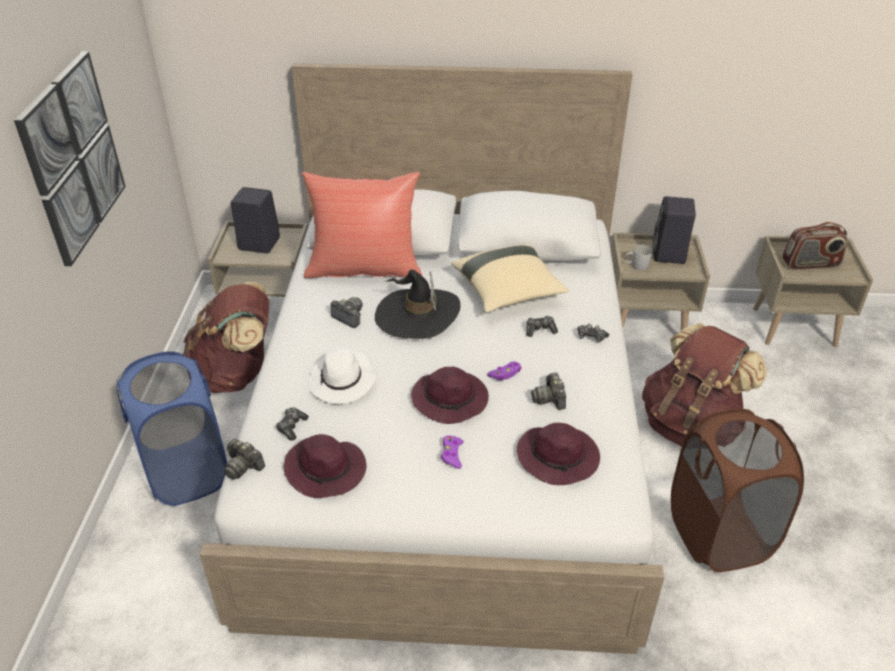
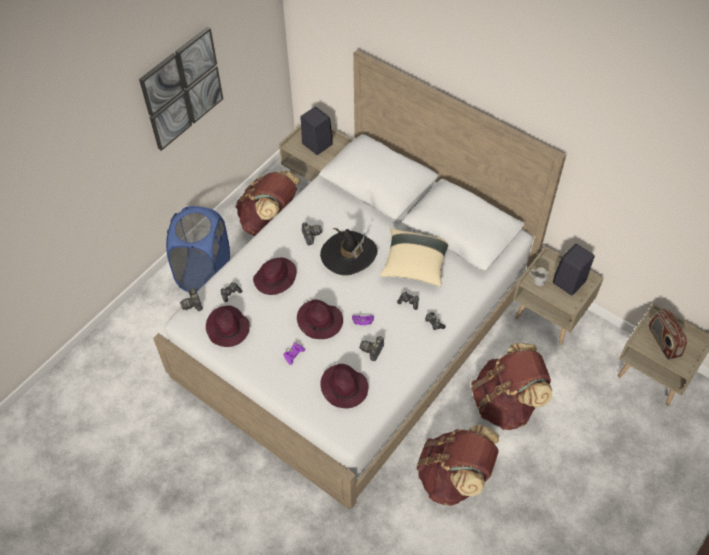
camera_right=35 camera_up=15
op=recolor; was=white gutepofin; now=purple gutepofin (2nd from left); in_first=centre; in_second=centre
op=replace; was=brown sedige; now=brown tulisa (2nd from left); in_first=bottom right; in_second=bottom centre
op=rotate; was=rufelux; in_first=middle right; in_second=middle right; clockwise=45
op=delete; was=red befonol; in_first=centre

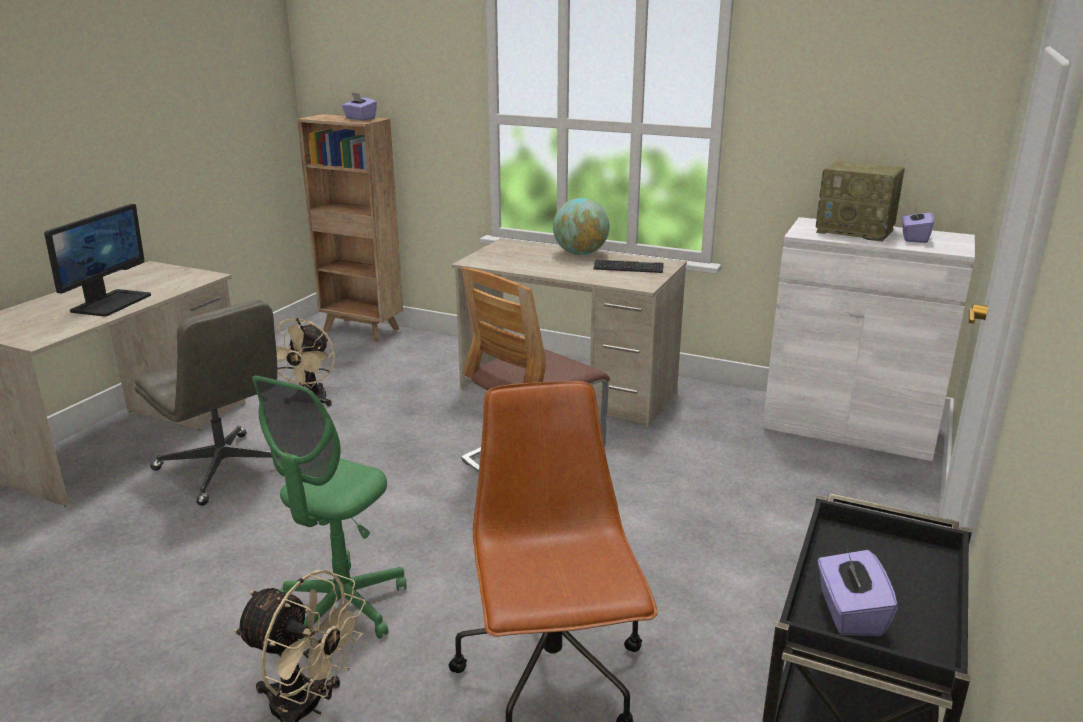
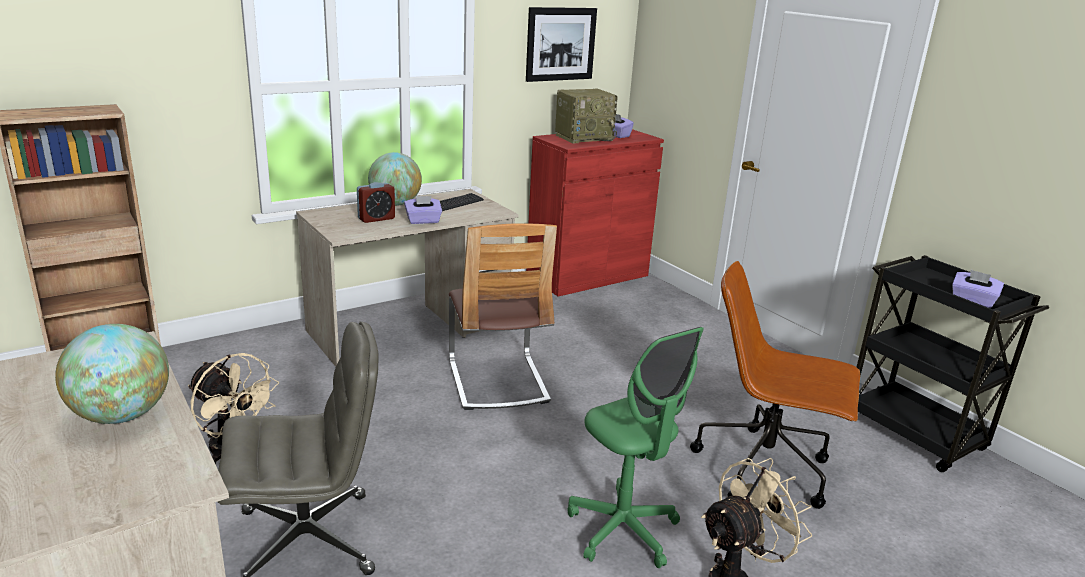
camera_right=-60 camera_up=0
op=replace; was=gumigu; now=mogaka (1st from left); in_first=middle left; in_second=middle left
op=insert; now=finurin; in_second=centre
op=move; was=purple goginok (1st from left); in_first=top left; in_second=centre
op=insert; now=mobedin; in_second=top centre
op=recolor; was=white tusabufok; now=red tusabufok; in_first=middle right; in_second=centre

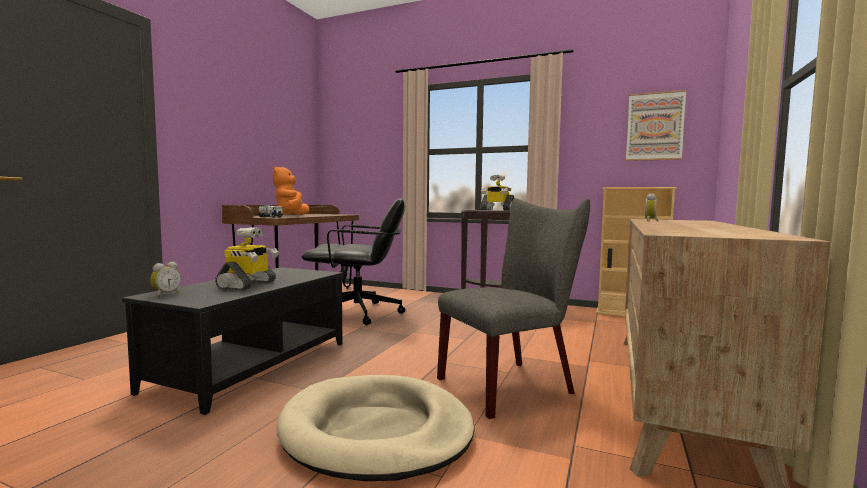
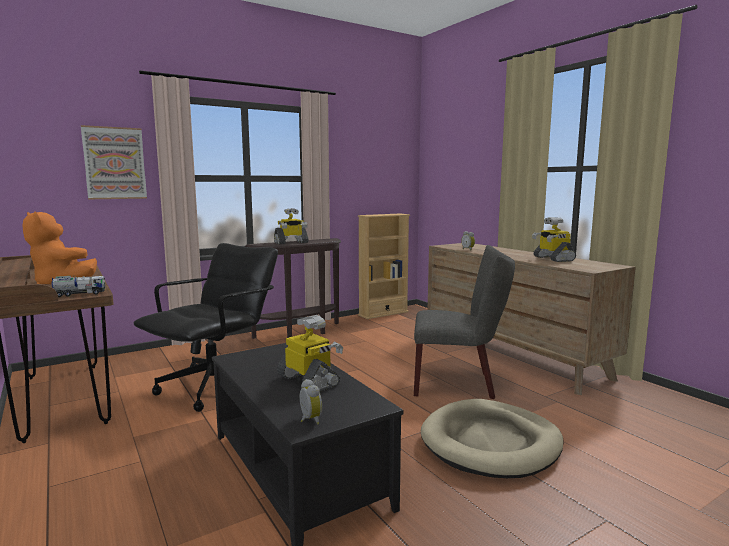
camera_right=-55 camera_up=5
op=move; was=mobedin; in_first=top right; in_second=top left
op=rotate; was=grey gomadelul; in_first=centre; in_second=centre; clockwise=90
op=insert; now=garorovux (3rd from left); in_second=middle right

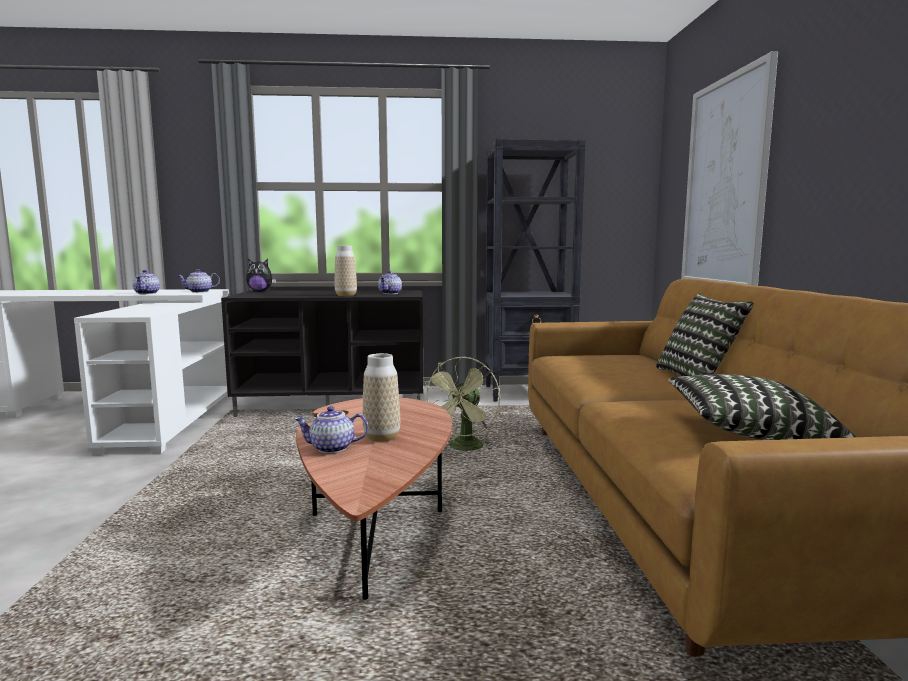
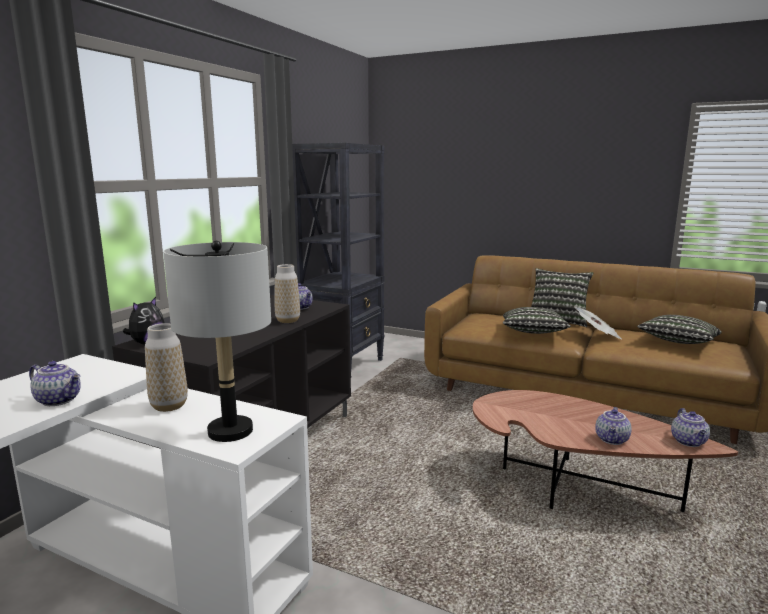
camera_right=-60 camera_up=5
op=move; was=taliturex (2nd from left in the first image); now=taliturex (1st from left); in_first=centre; in_second=middle left
op=insert; now=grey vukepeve; in_second=middle left
op=insert; now=befonol (1st from left); in_second=middle right
op=insert; now=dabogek; in_second=middle right
op=move; was=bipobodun (2nd from left in the first image); now=bipobodun (4th from left); in_first=middle left; in_second=bottom right
op=delete; was=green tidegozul; in_first=centre
op=delete; was=mobedin; in_first=top right

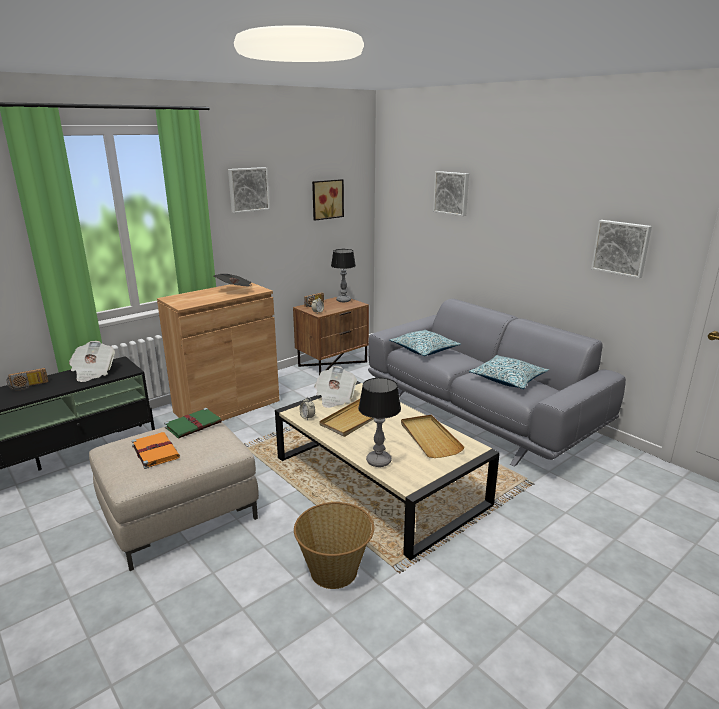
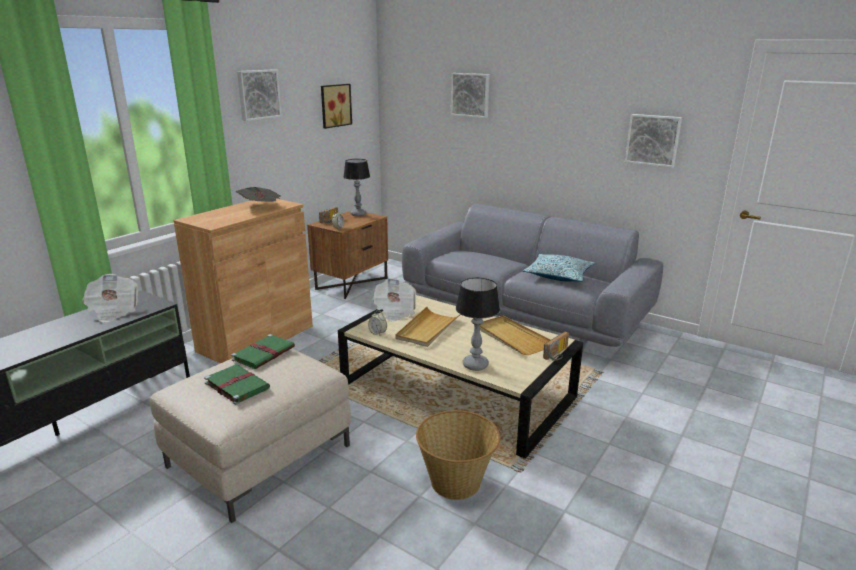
camera_right=-15 camera_up=0
op=recolor; was=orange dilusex; now=green dilusex (1st from left); in_first=middle left; in_second=bottom left
op=move; was=rufelux (1st from left in the first image); now=rufelux (2nd from left); in_first=middle left; in_second=centre
op=delete; was=befonol (1st from left); in_first=centre

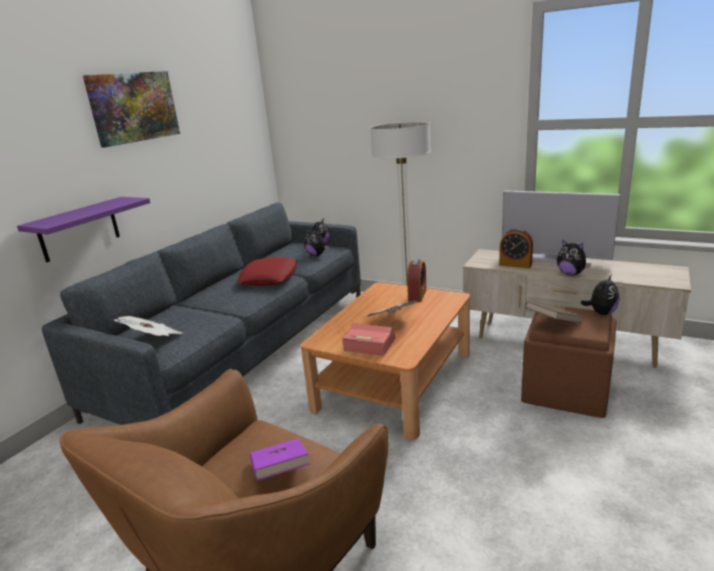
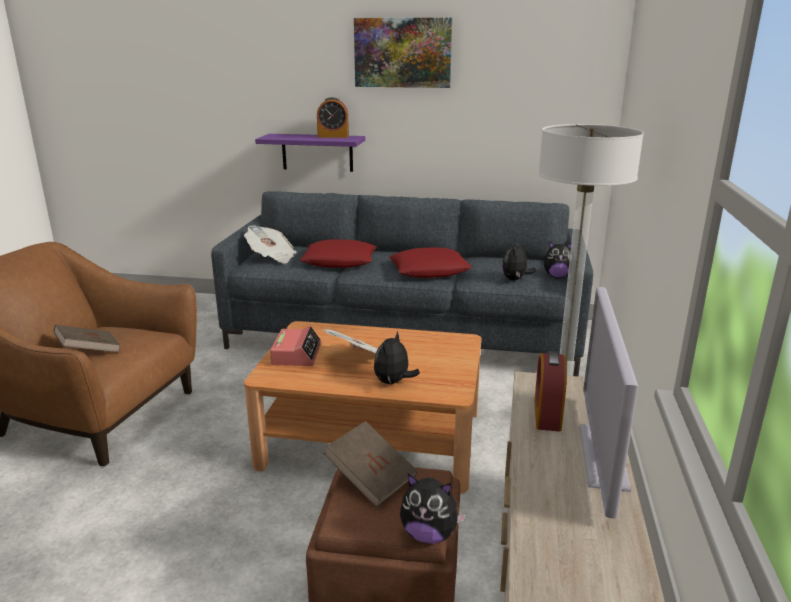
camera_right=70 camera_up=0
op=recolor; was=purple dilusex; now=brown dilusex (1st from left); in_first=bottom centre; in_second=middle left
op=insert; now=red befonol (1st from left); in_second=centre
op=move; was=finurin (2nd from left); in_first=centre; in_second=top centre
op=move; was=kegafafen (3rd from left in the first image); now=kegafafen (1st from left); in_first=middle right; in_second=centre

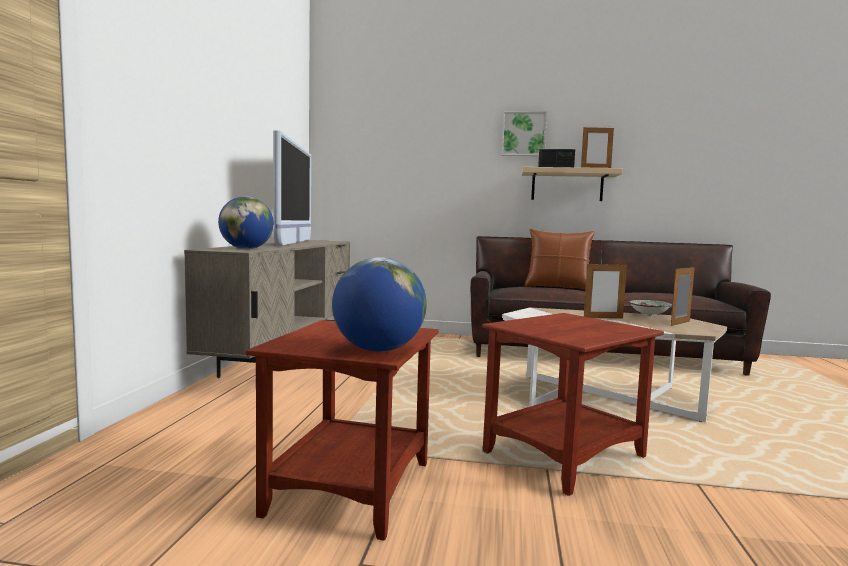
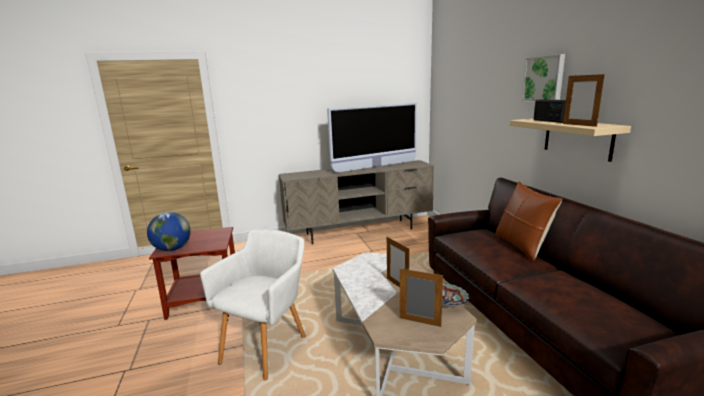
camera_right=65 camera_up=10
op=replace; was=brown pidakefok (2nd from left); now=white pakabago; in_first=bottom right; in_second=bottom centre
op=delete; was=mogaka (1st from left); in_first=middle left

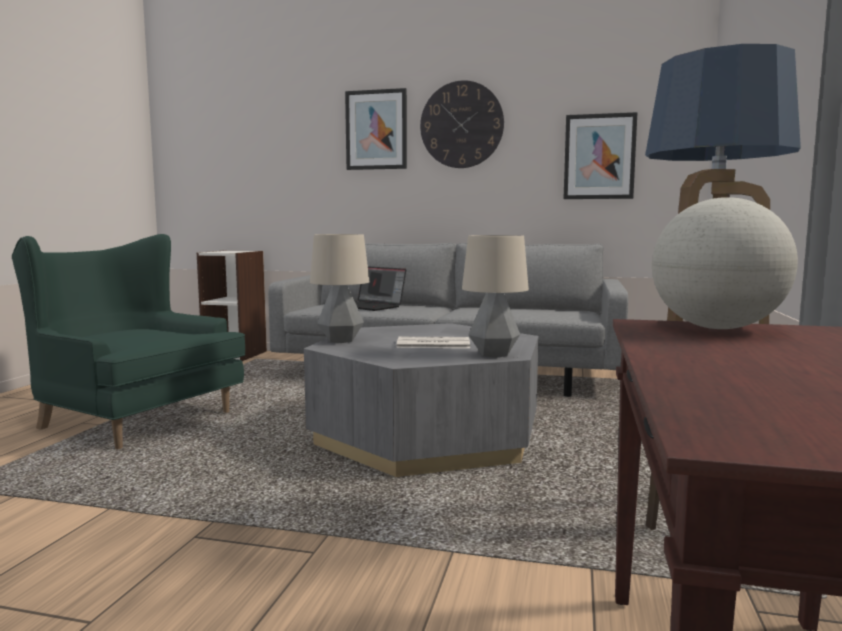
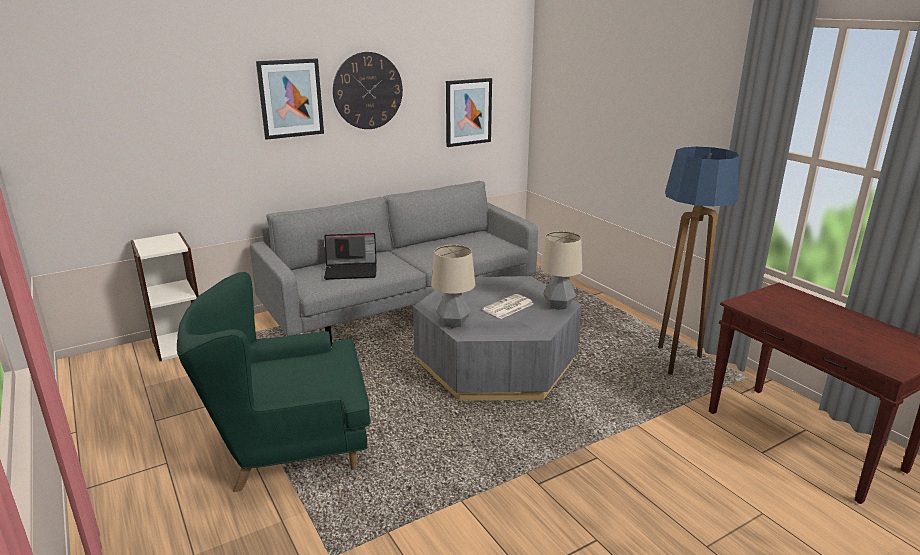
camera_right=-45 camera_up=15
op=delete; was=mogaka; in_first=middle right

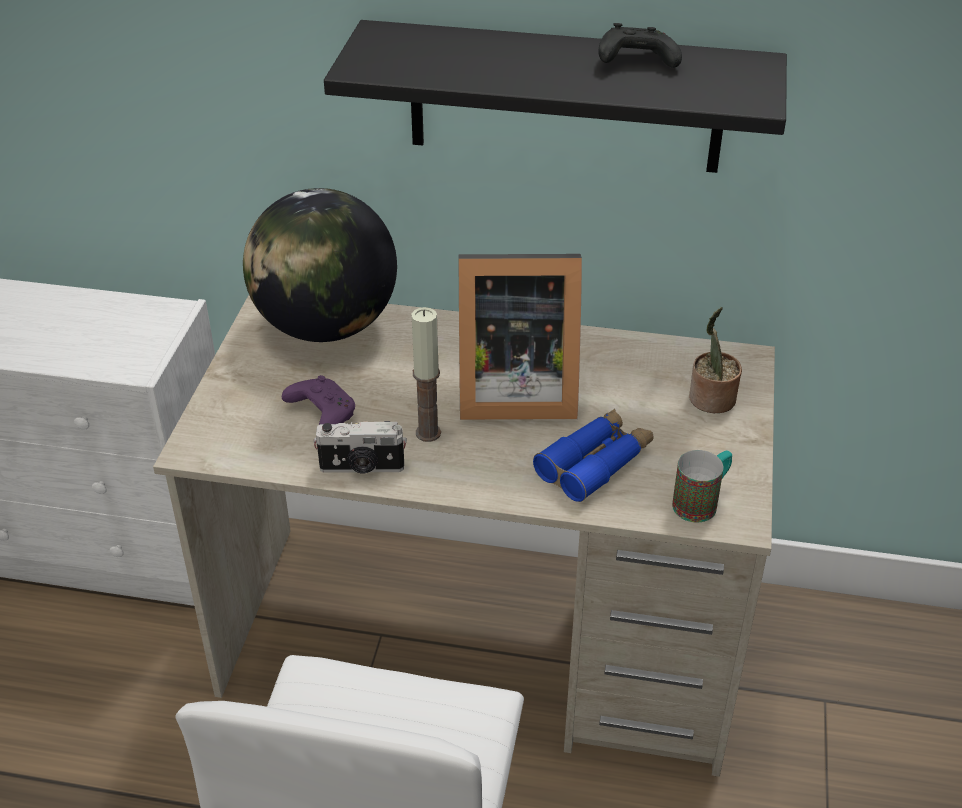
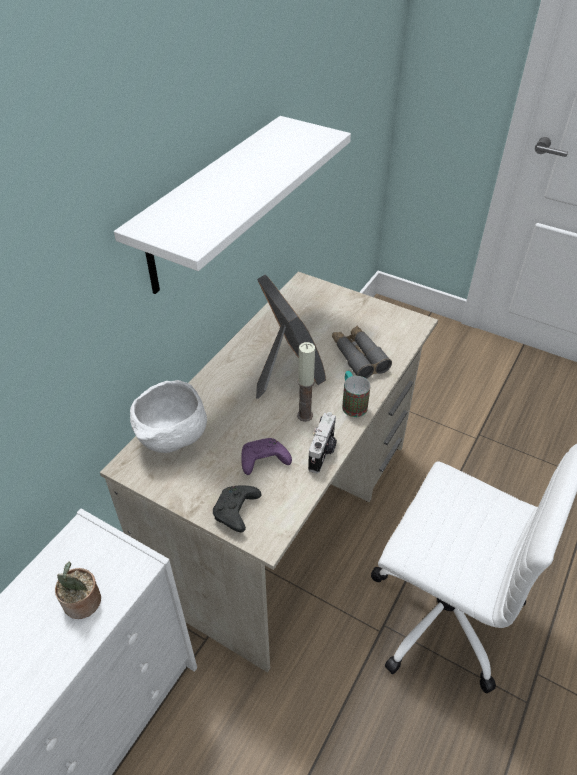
camera_right=-70 camera_up=5
op=move; was=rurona; in_first=middle right; in_second=bottom left
op=recolor; was=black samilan; now=white samilan; in_first=top centre; in_second=top centre
op=replace; was=mogaka; now=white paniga; in_first=top left; in_second=middle left
op=move; was=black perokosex; in_first=top centre; in_second=centre
op=rotate; was=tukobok; in_first=centre; in_second=centre; clockwise=-45
op=recolor; was=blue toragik; now=grey toragik; in_first=centre; in_second=centre
op=move; was=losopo; in_first=middle right; in_second=centre

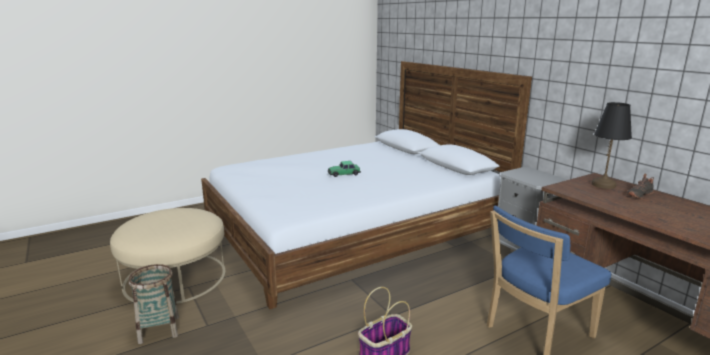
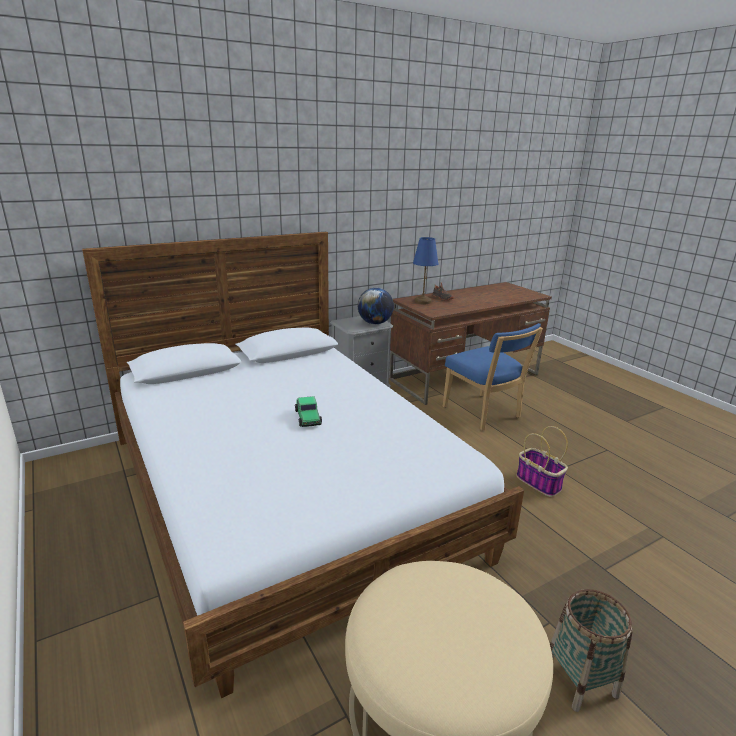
camera_right=-90 camera_up=5
op=insert; now=mogaka; in_second=centre
op=recolor; was=black vukepeve; now=blue vukepeve; in_first=middle right; in_second=centre

